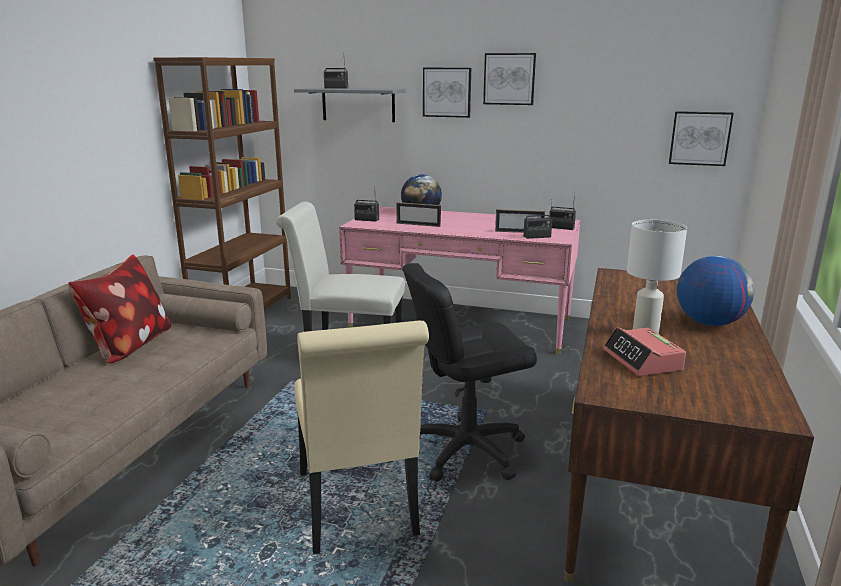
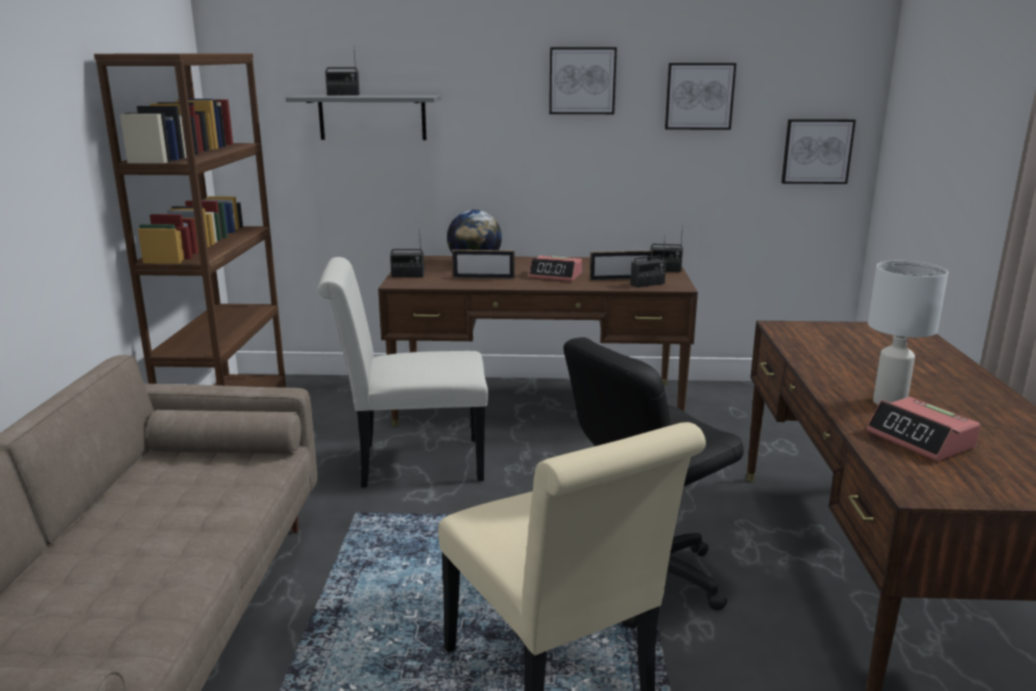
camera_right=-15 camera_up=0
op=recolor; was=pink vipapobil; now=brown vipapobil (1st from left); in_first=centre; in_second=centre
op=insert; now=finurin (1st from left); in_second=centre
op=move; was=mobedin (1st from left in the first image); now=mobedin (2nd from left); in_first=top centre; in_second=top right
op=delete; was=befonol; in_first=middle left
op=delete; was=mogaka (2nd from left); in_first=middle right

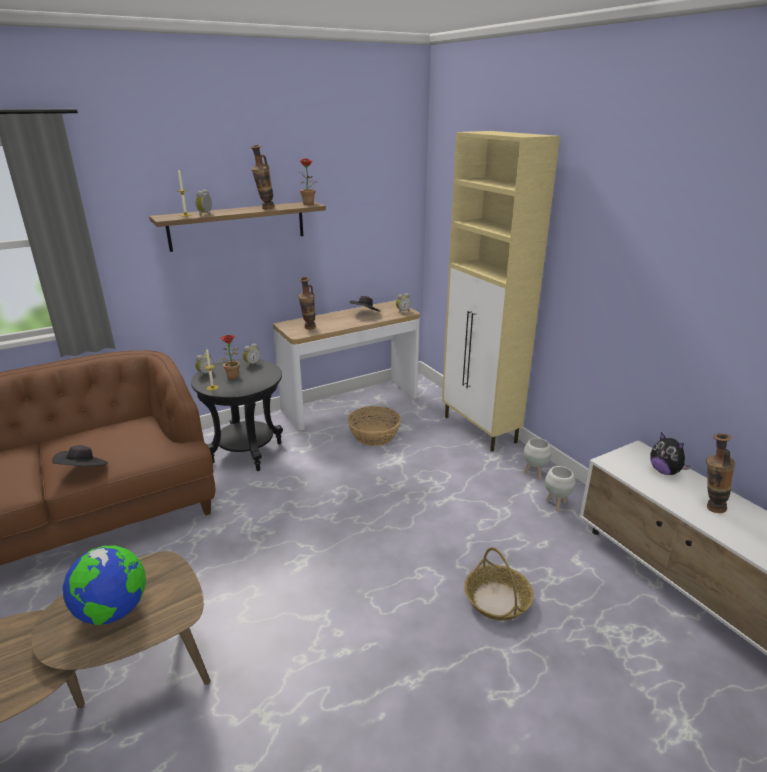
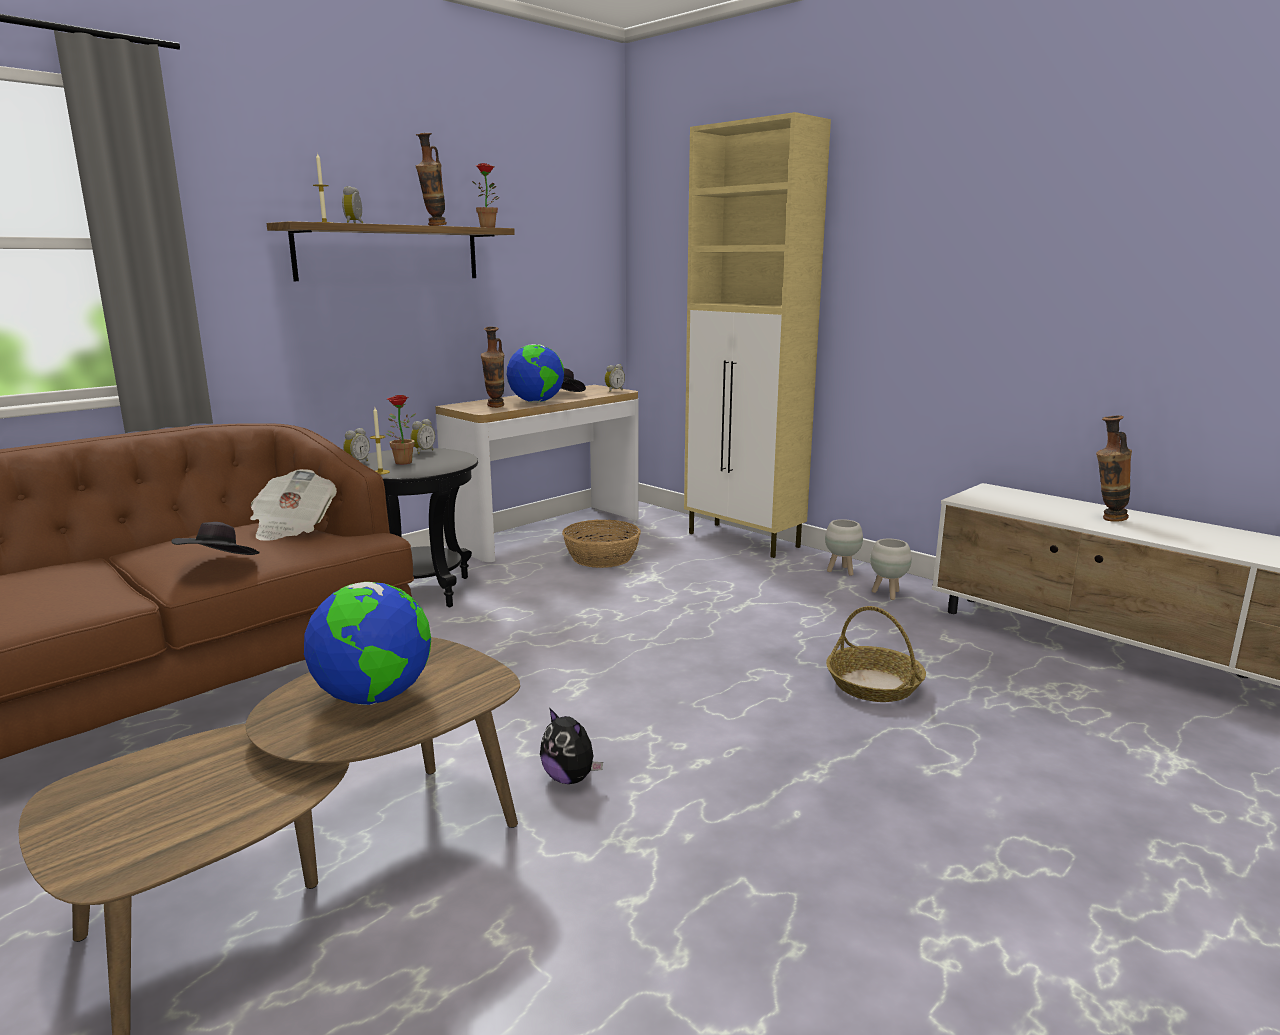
camera_right=-15 camera_up=-10
op=insert; now=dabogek; in_second=middle left
op=insert; now=mogaka (2nd from left); in_second=centre
op=move; was=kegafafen; in_first=middle right; in_second=bottom centre

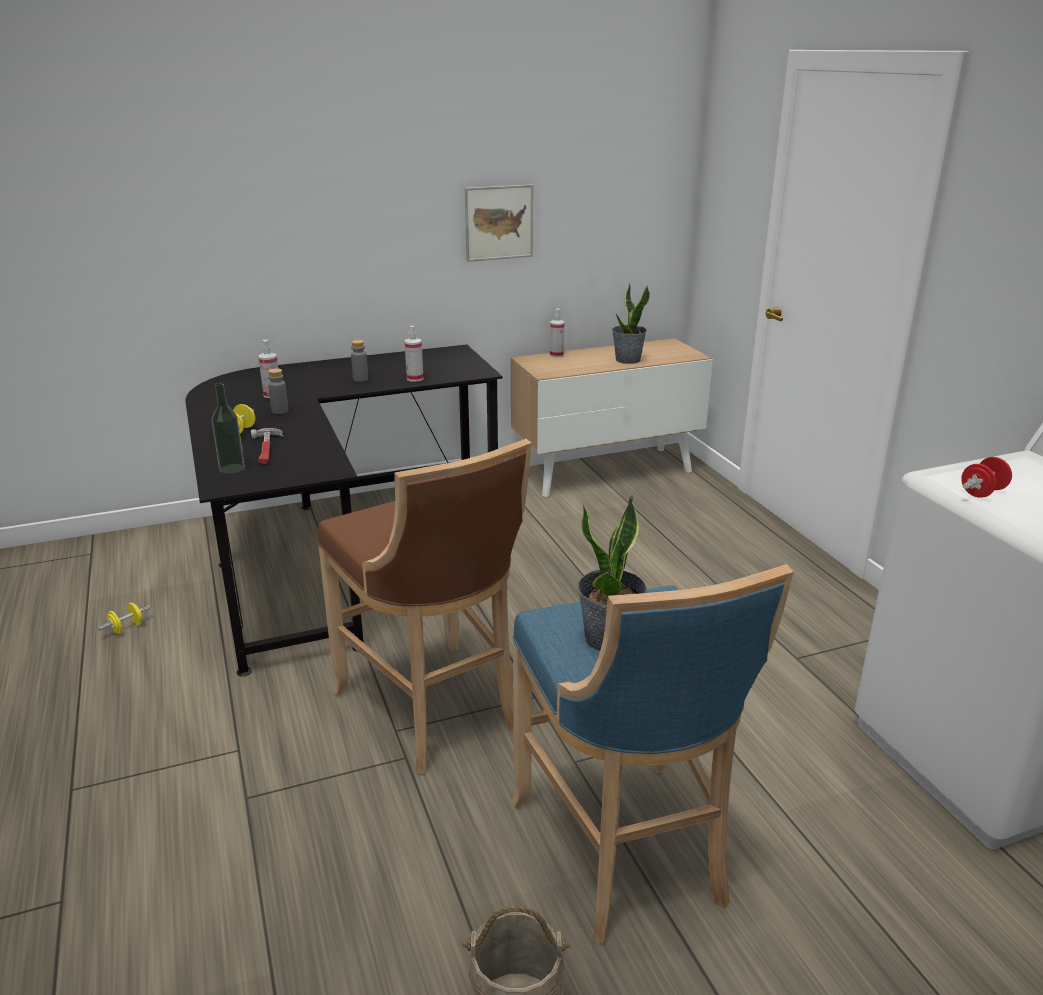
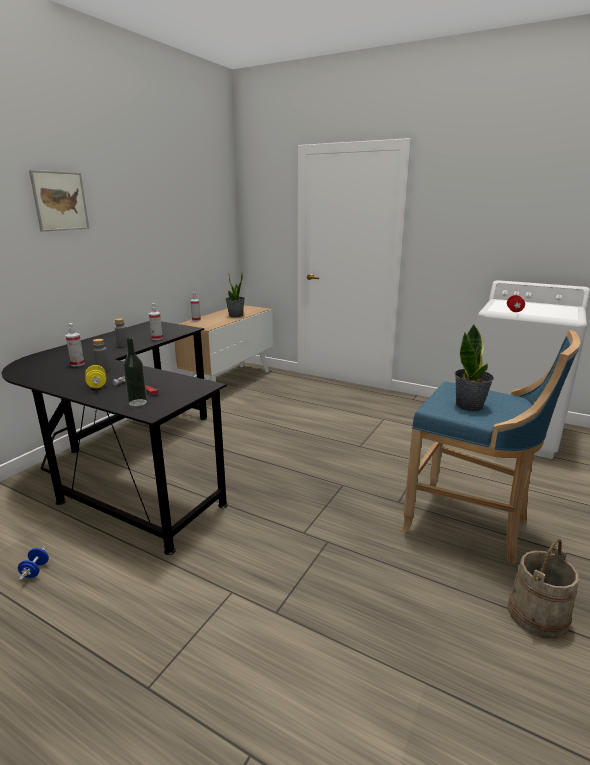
camera_right=-40 camera_up=-5
op=recolor; was=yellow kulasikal (1st from left); now=blue kulasikal; in_first=middle left; in_second=bottom left
op=move; was=mobedin; in_first=top centre; in_second=top left
op=delete; was=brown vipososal; in_first=centre

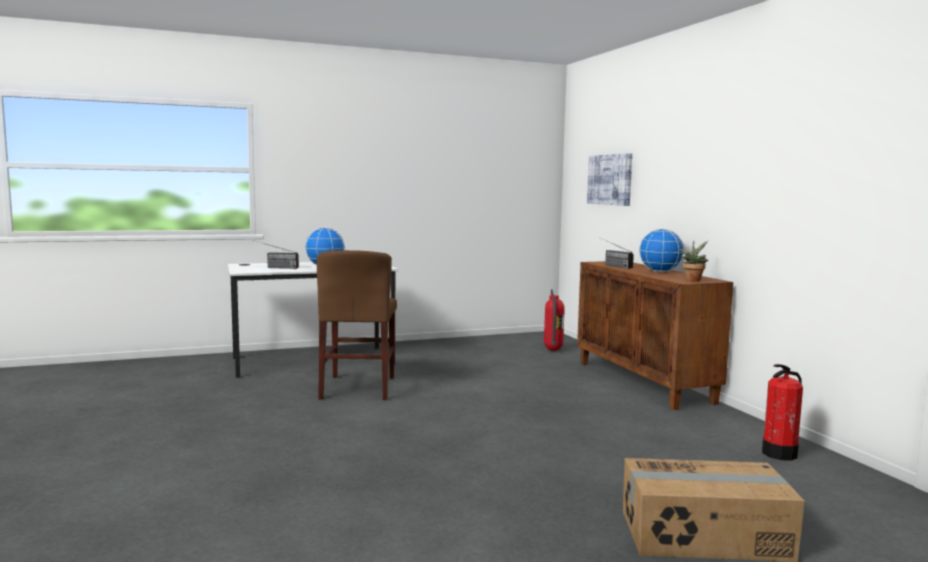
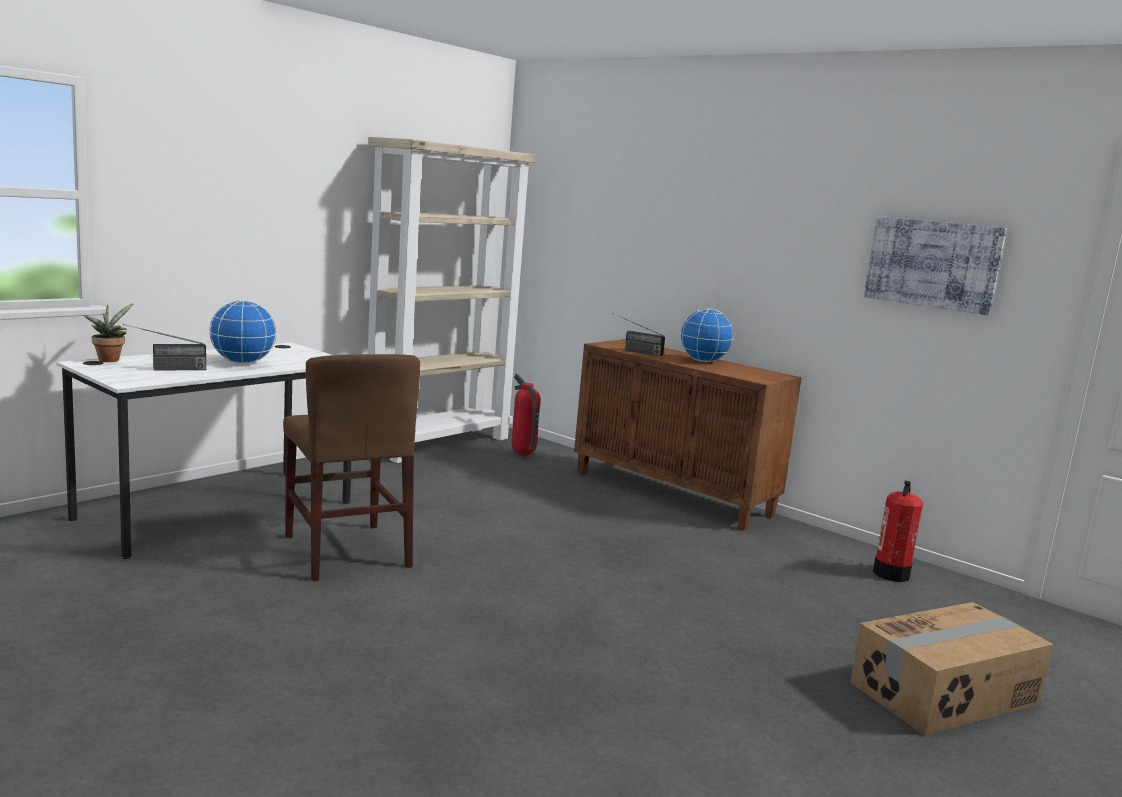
camera_right=-30 camera_up=5
op=move; was=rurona; in_first=middle right; in_second=middle left
op=insert; now=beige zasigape; in_second=centre
op=move; was=mobedin; in_first=top centre; in_second=top right

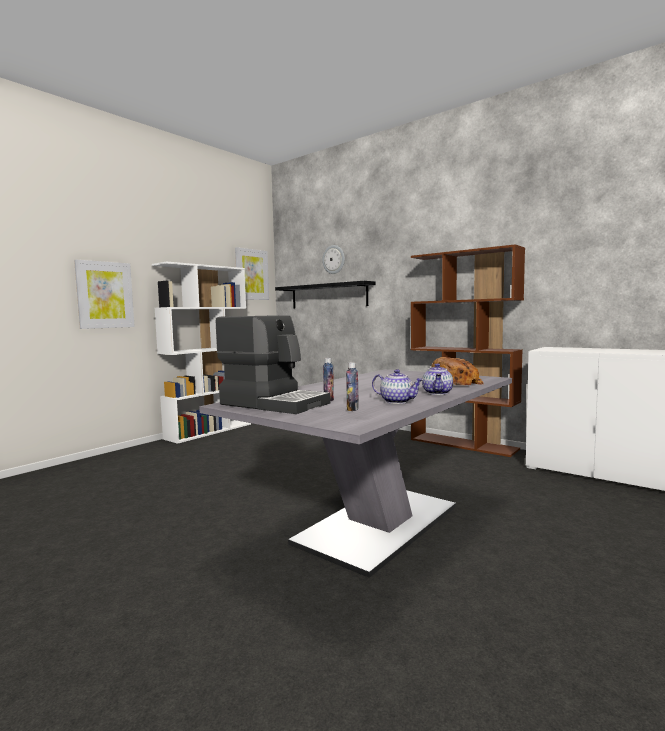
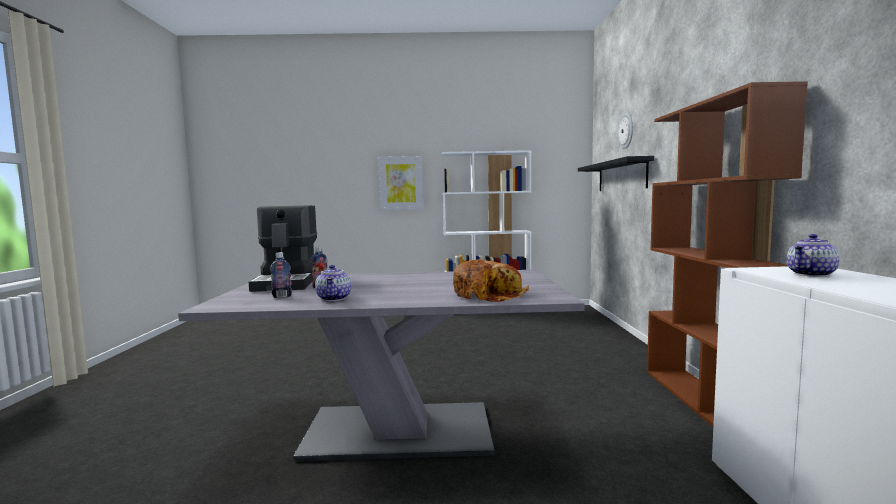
camera_right=50 camera_up=0
op=move; was=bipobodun (2nd from left); in_first=centre; in_second=middle right
op=delete; was=mobedin (2nd from left); in_first=centre

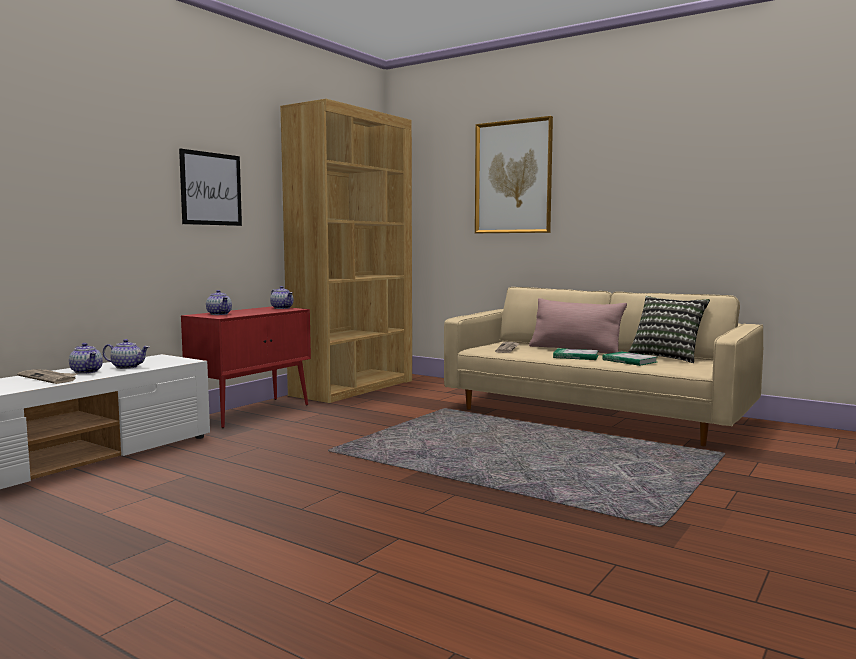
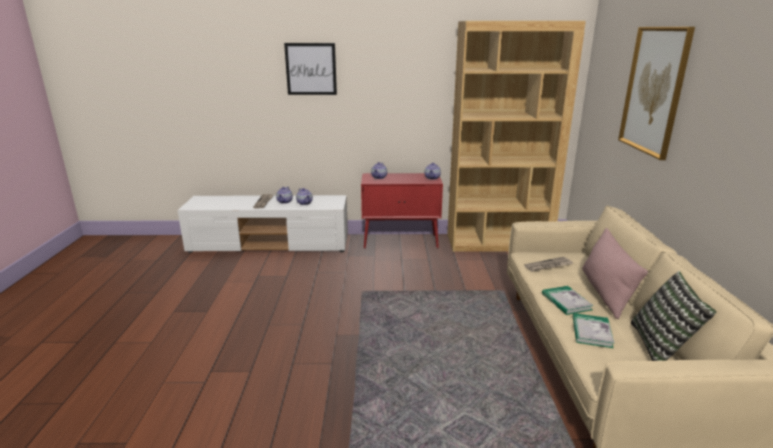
camera_right=55 camera_up=15
op=move; was=mobedin (1st from left); in_first=top left; in_second=top centre

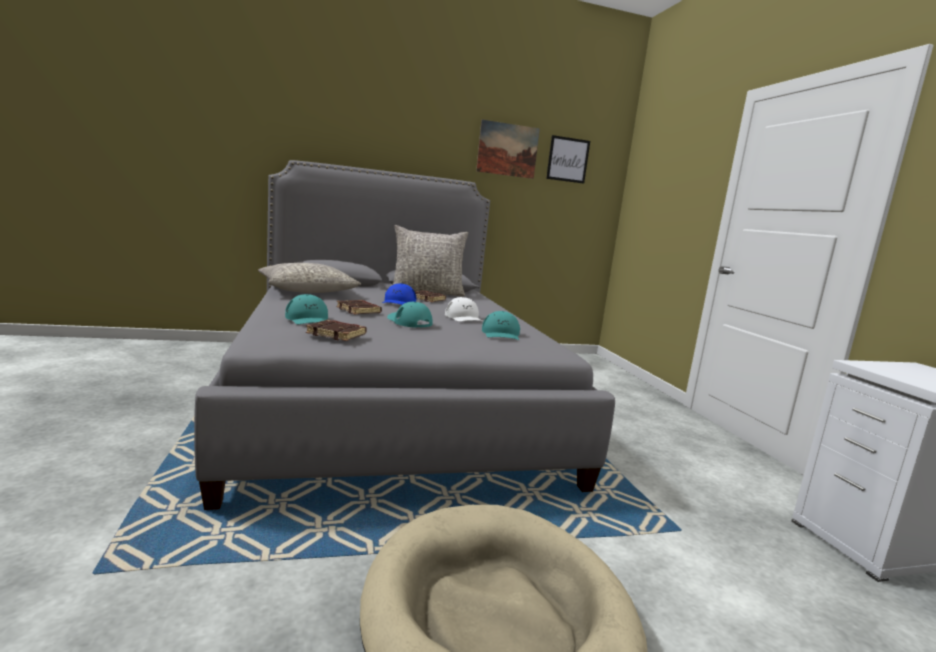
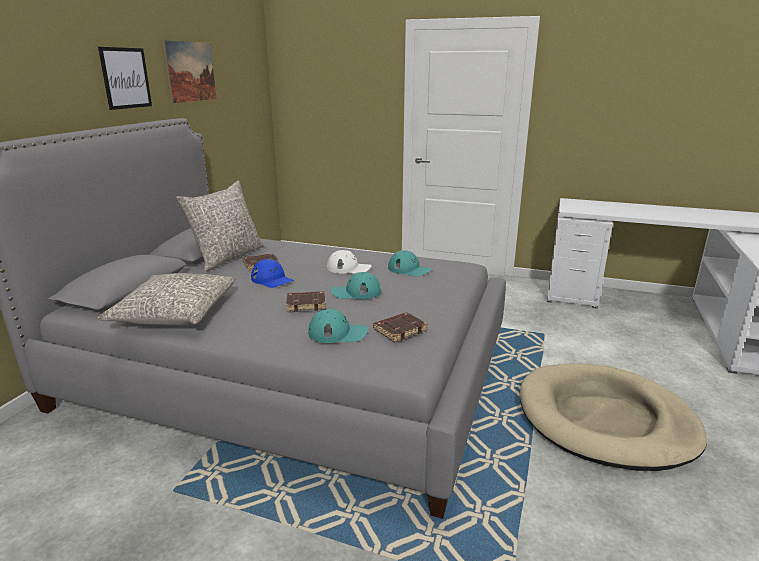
camera_right=-55 camera_up=10
op=move; was=mobedin (2nd from left in the first image); now=mobedin (1st from left); in_first=top centre; in_second=top left

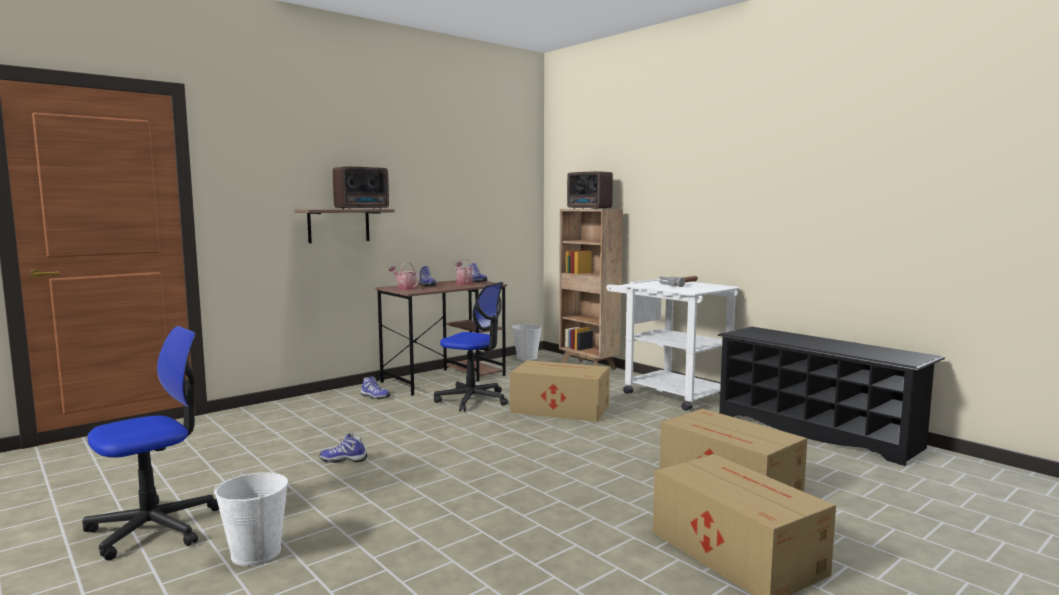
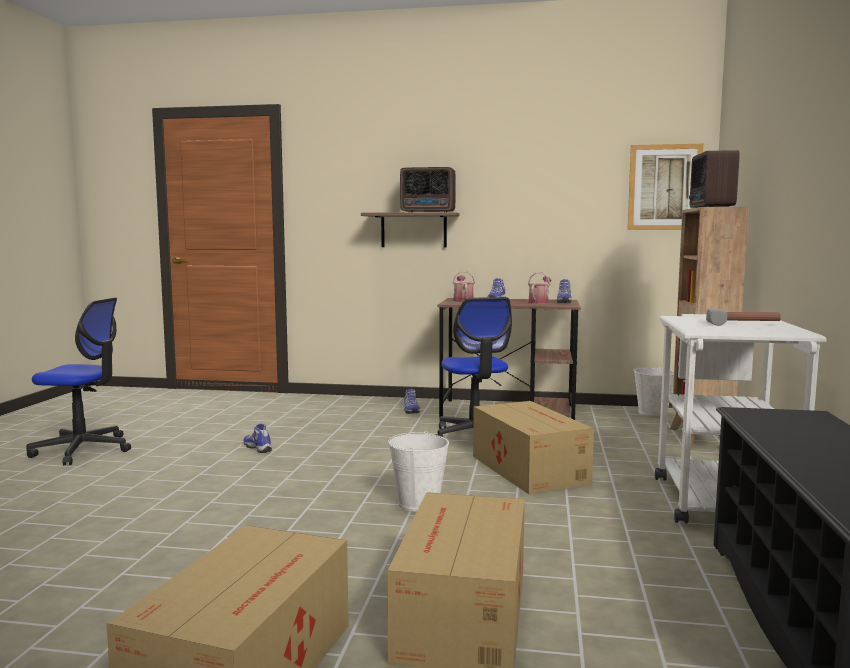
camera_right=50 camera_up=0
op=move; was=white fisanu (1st from left); in_first=bottom left; in_second=bottom centre
op=insert; now=mobedin; in_second=top right

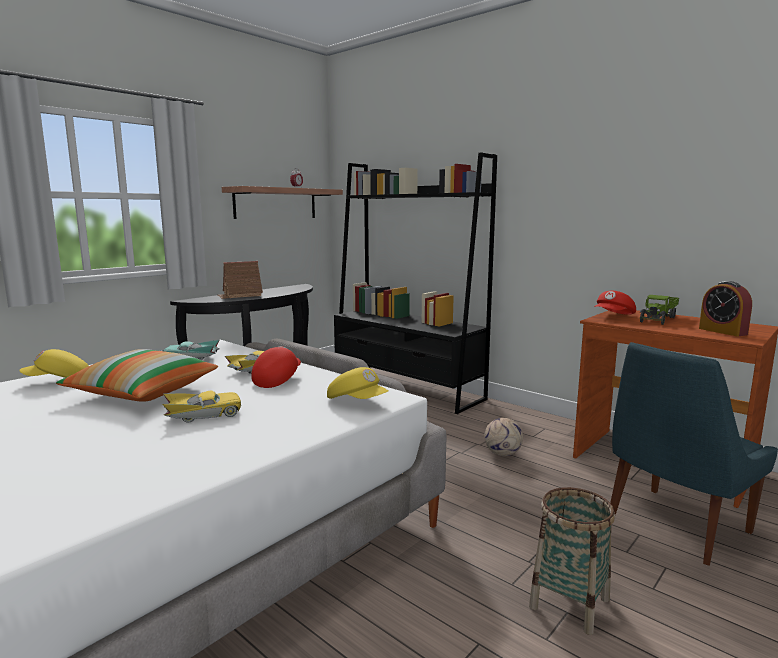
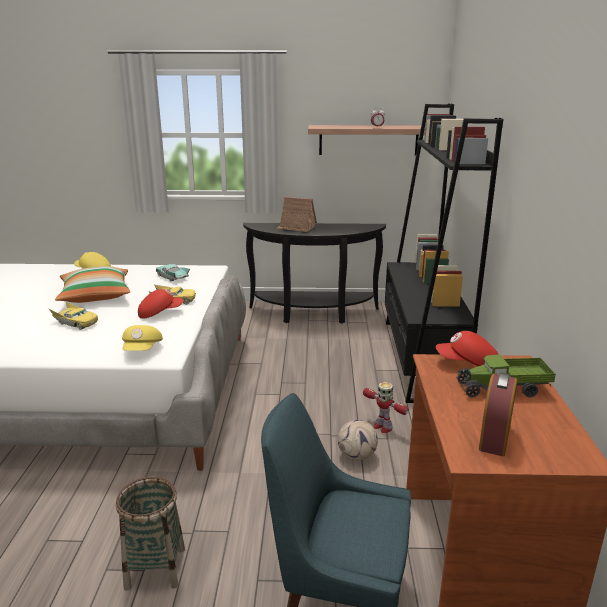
camera_right=50 camera_up=10
op=insert; now=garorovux; in_second=bottom centre

